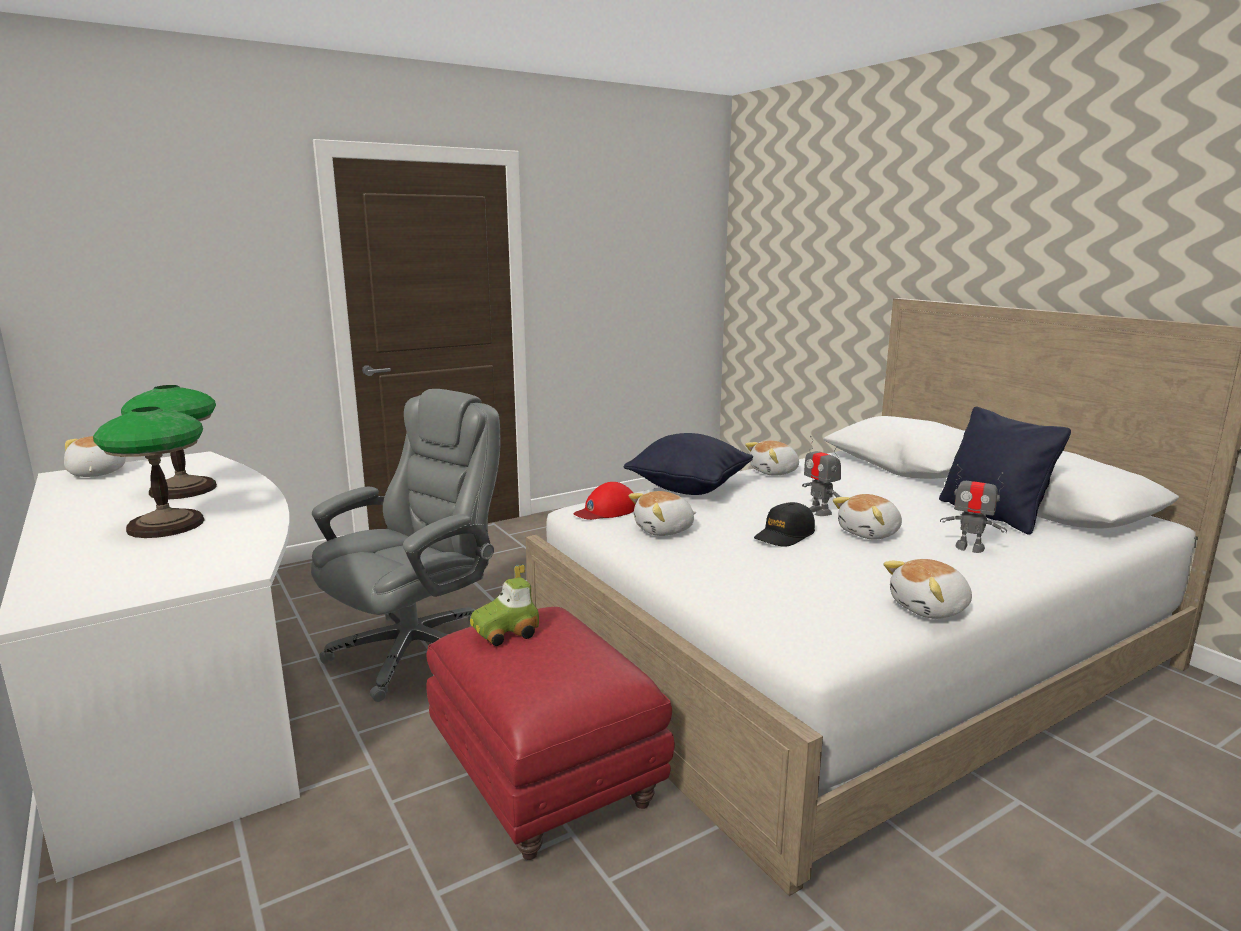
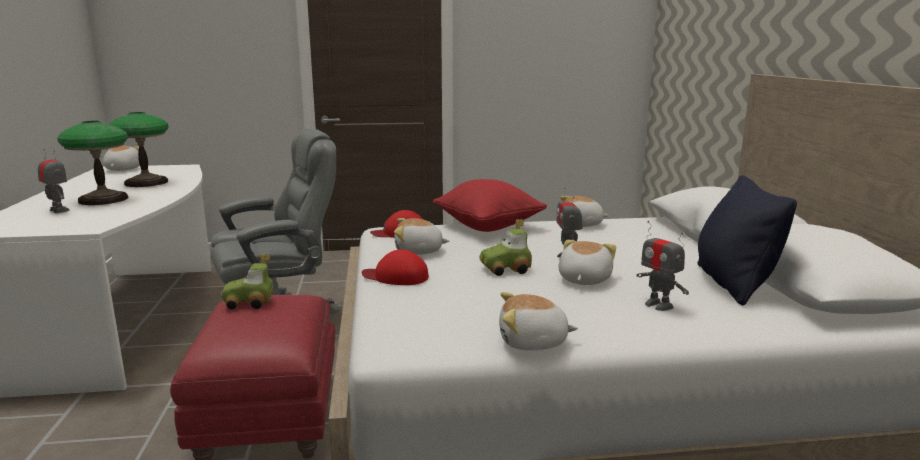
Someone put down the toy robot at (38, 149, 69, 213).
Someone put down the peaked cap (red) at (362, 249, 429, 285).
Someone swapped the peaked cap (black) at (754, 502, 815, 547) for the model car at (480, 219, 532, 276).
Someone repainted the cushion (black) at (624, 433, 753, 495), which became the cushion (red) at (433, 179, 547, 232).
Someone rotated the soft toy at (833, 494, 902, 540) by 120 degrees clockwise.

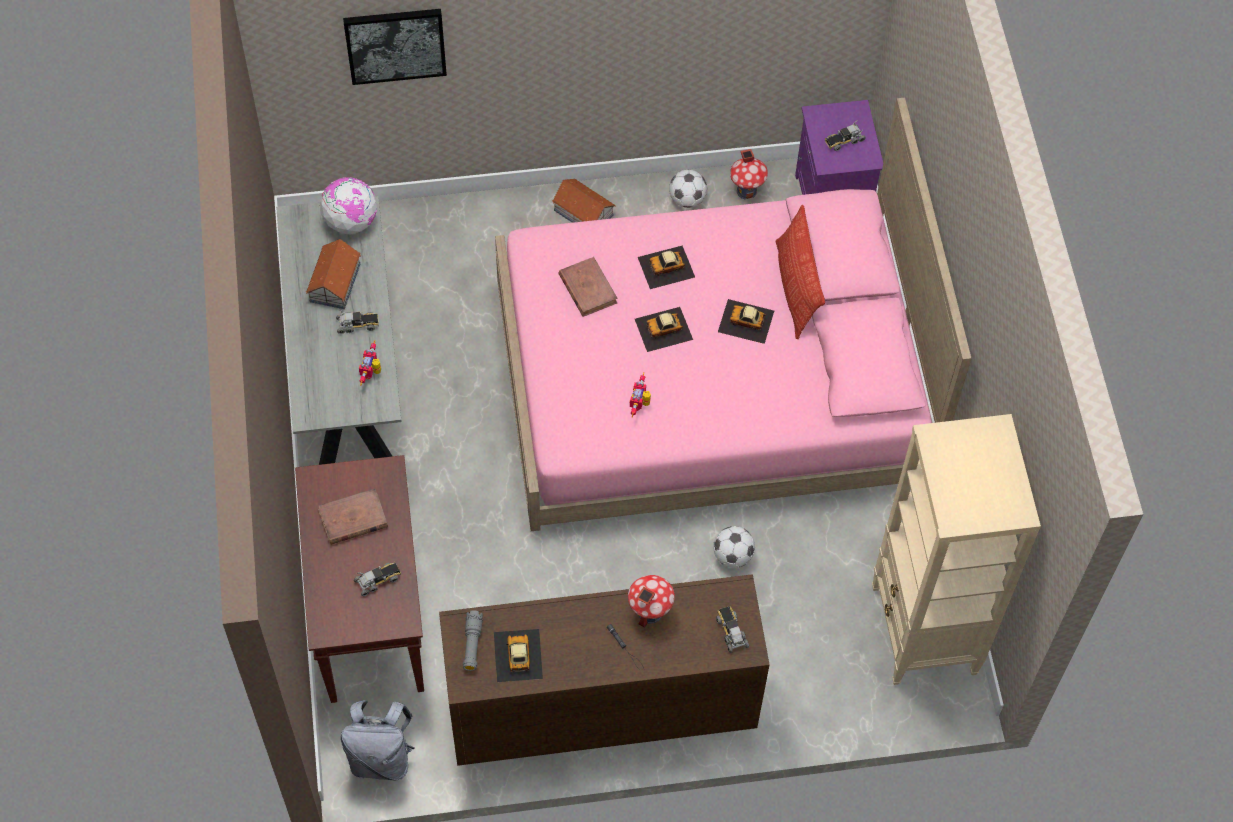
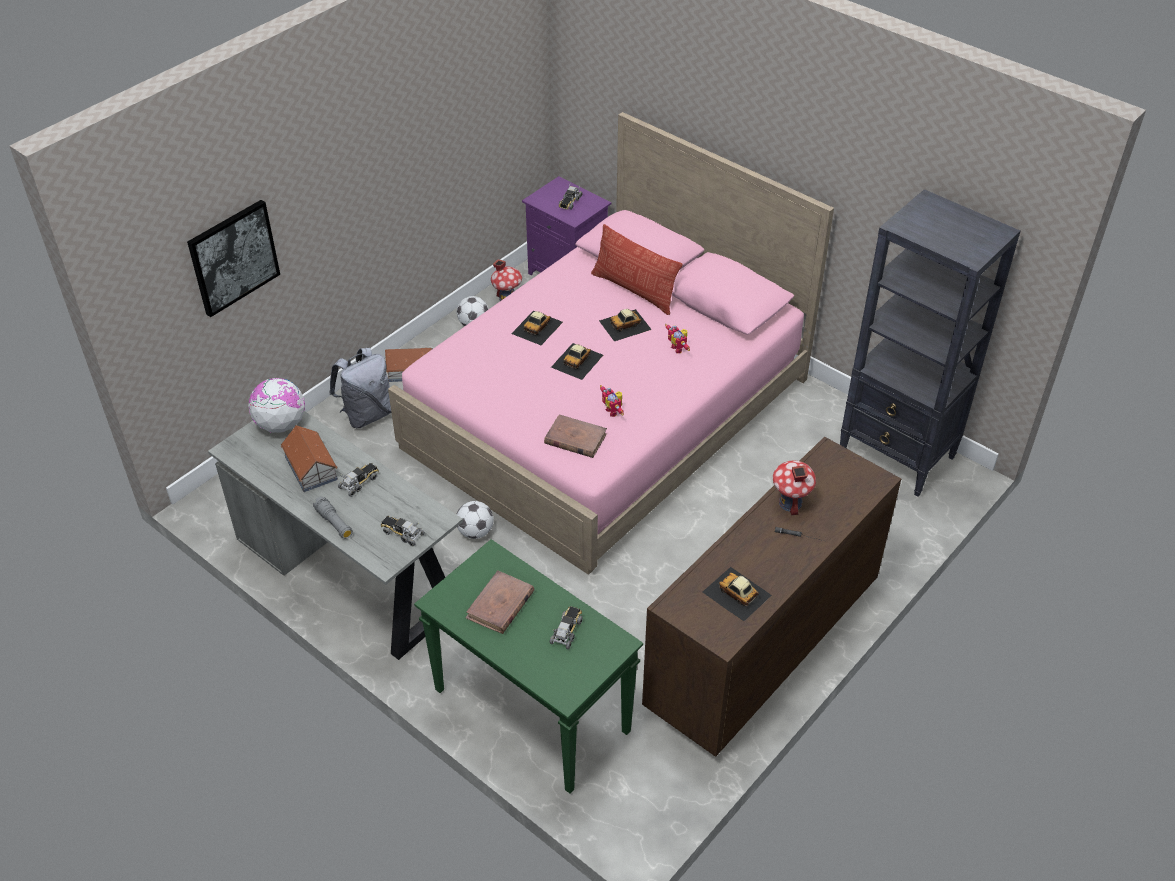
Someone carried the knapsack (greyish) from (341, 700, 415, 781) to (329, 348, 391, 428).
Someone carried the toy robot from (359, 340, 381, 386) to (665, 324, 690, 353).
Someone carried the torch (greyish) from (463, 610, 483, 671) to (313, 496, 353, 539).
Someone carried the bound book (brown) from (558, 257, 618, 317) to (544, 414, 607, 458).
Someone carried the ball for football from (713, 526, 755, 568) to (456, 501, 493, 539).
Someone carried the toy lorry from (716, 606, 749, 653) to (381, 515, 425, 546).
Someone repainted the hall table (brown) at (295, 455, 424, 703), which became the hall table (green) at (414, 539, 643, 794).
Someone repainted the shelving unit (beige) at (872, 414, 1041, 685), which became the shelving unit (black) at (840, 189, 1020, 497).

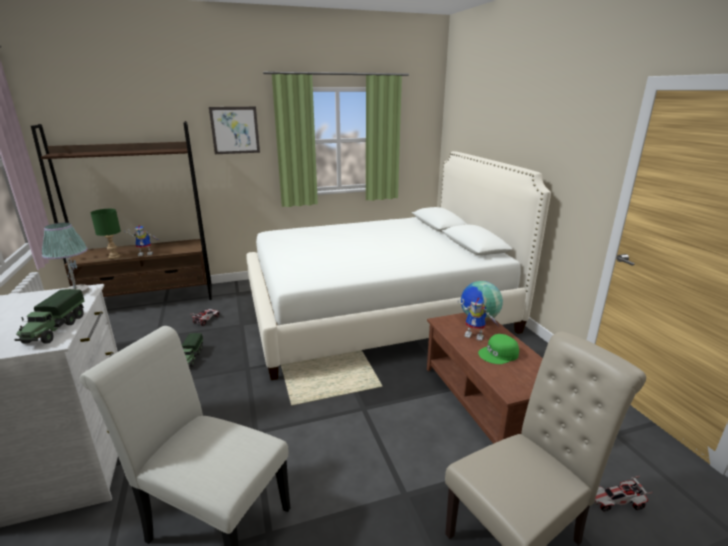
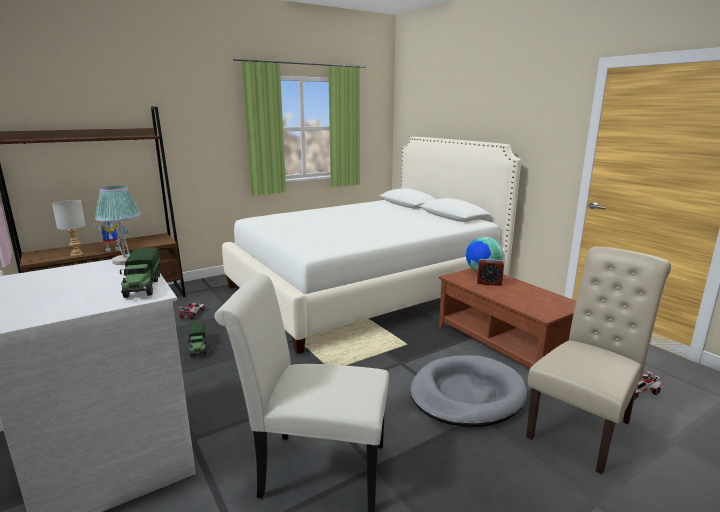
Someone took away the picture at (209, 107, 260, 154).
Someone took away the peaked cap (green) at (478, 334, 519, 364).
Someone put down the dog cushion (greyish) at (410, 355, 527, 427).
Someone swapped the toy robot at (457, 298, 499, 341) for the alarm clock at (477, 258, 504, 286).
Someone repainted the lamp for a table (green) at (91, 209, 121, 259), which became the lamp for a table (greyish) at (52, 200, 86, 257).

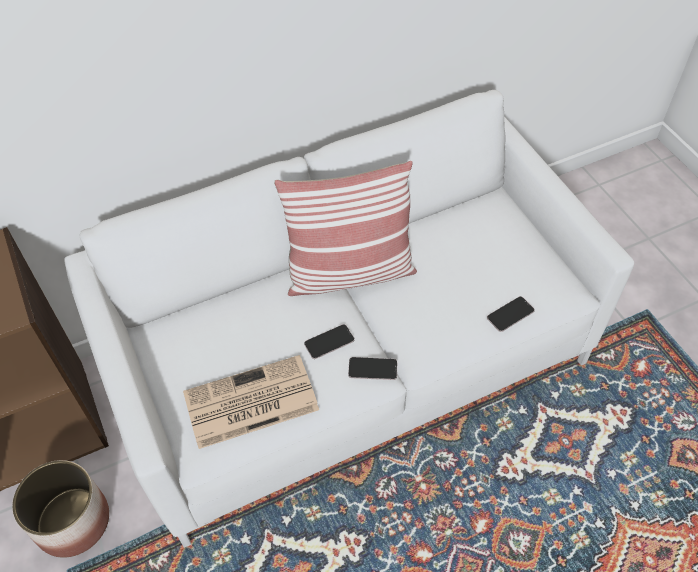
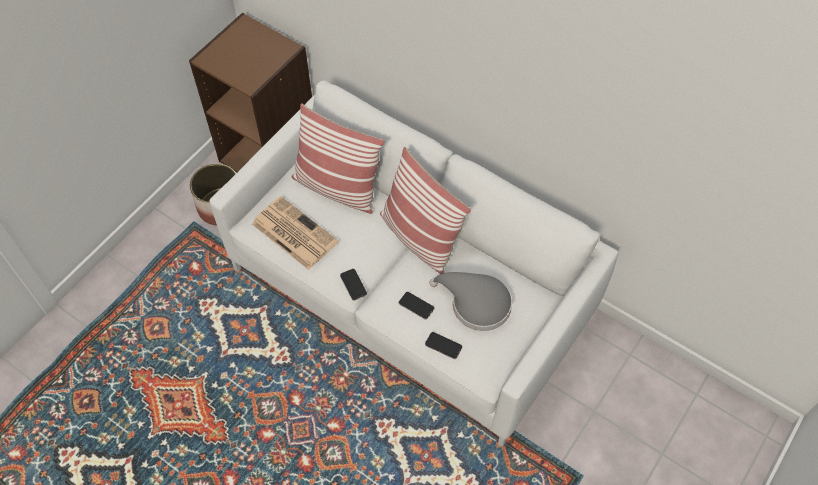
Someone put down the cushion at (292, 103, 384, 214).
Someone put down the hat (greyish) at (429, 272, 512, 331).
Someone carried the phone from (304, 324, 355, 359) to (399, 292, 435, 320).

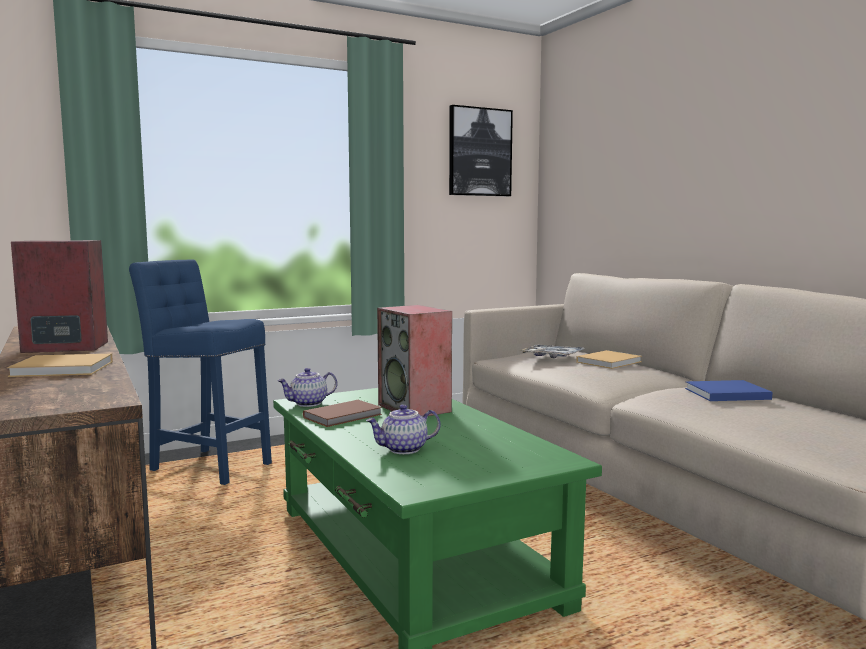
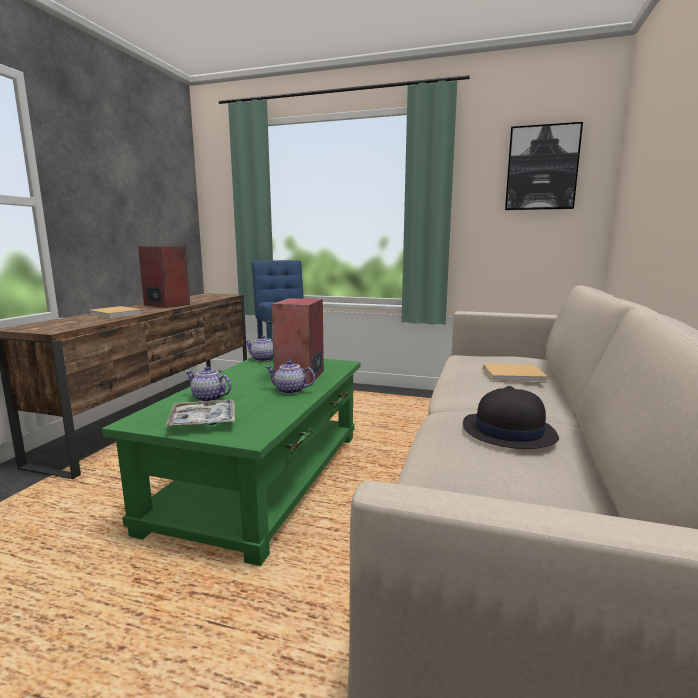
Someone took away the bound book (brown) at (303, 400, 382, 427).
Someone put down the pot for tea at (266, 360, 315, 394).
Someone carried the tray from (519, 345, 586, 359) to (166, 399, 235, 427).
Someone swapped the bound book (blue) at (685, 380, 773, 401) for the hat (black) at (463, 386, 559, 449).

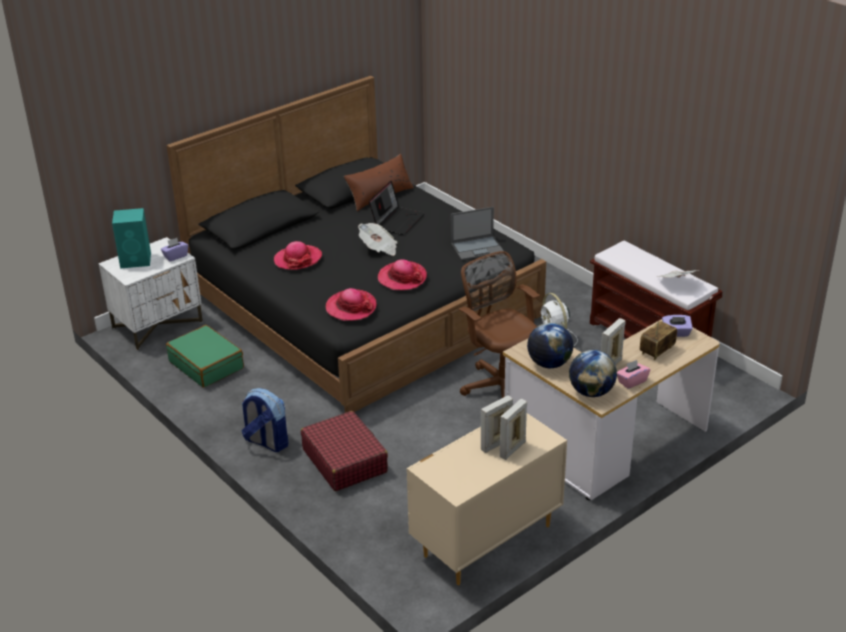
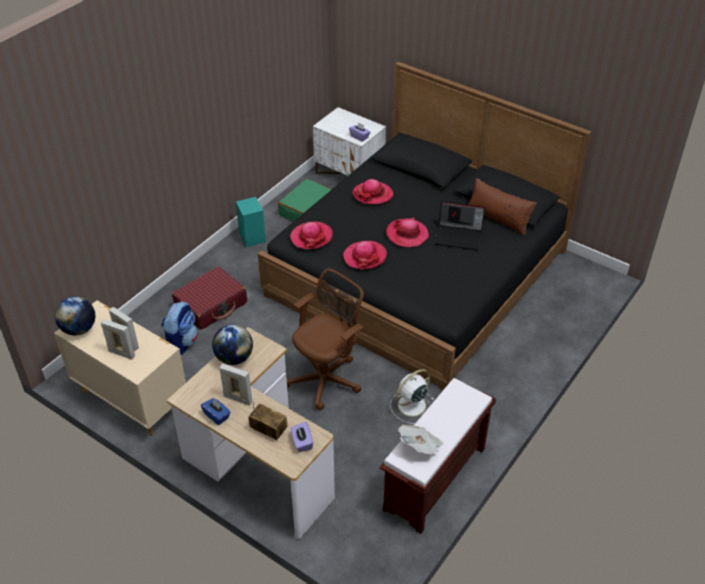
Someone took away the portable computer at (451, 207, 504, 260).
Someone carried the loudspeaker (turquoise-coloured) from (112, 208, 151, 269) to (236, 197, 266, 247).
Someone carried the knapsack from (241, 388, 288, 452) to (161, 301, 198, 355).
Someone carried the world globe from (569, 350, 617, 397) to (55, 297, 95, 336).
Someone swapped the daily paper at (358, 223, 397, 256) for the hat at (386, 218, 429, 247).
Someone repainted the tissue box (pink) at (617, 360, 650, 389), which became the tissue box (blue) at (201, 398, 231, 425).

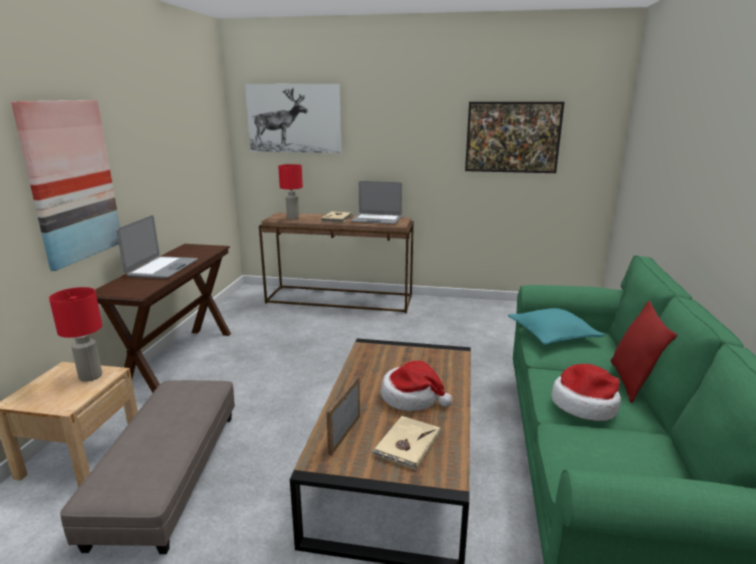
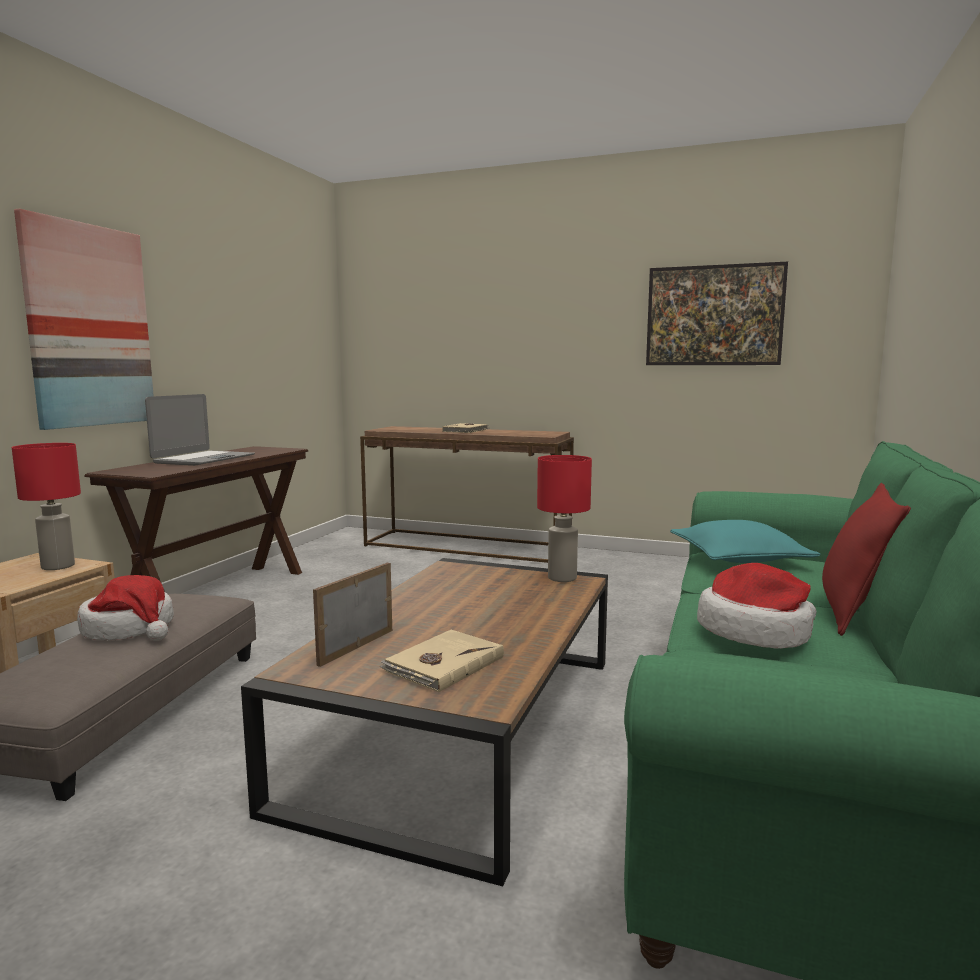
Someone took away the picture at (245, 84, 341, 153).
Someone took away the portable computer at (351, 181, 402, 224).
Someone carried the lamp for a table (red) from (278, 164, 303, 219) to (537, 455, 592, 582).
Someone carried the hat from (381, 361, 453, 411) to (77, 575, 174, 641).

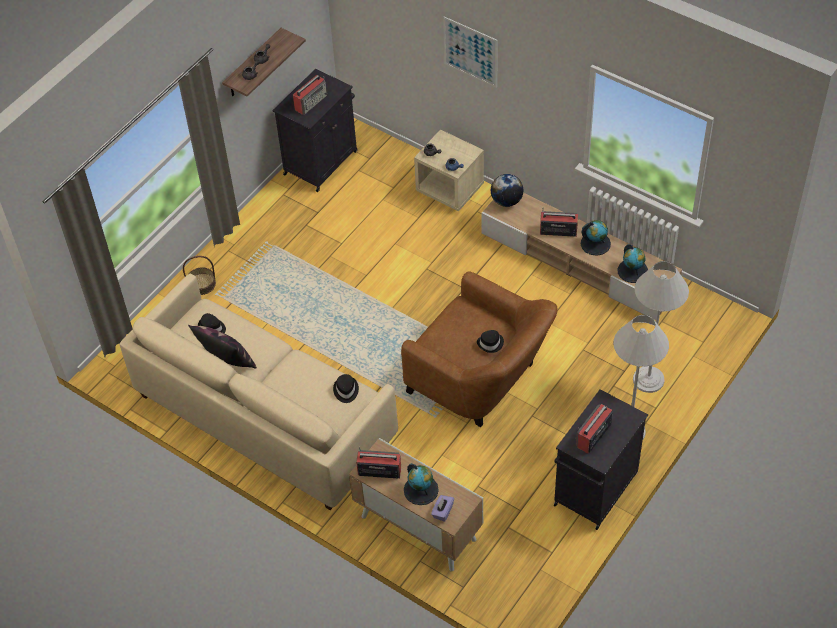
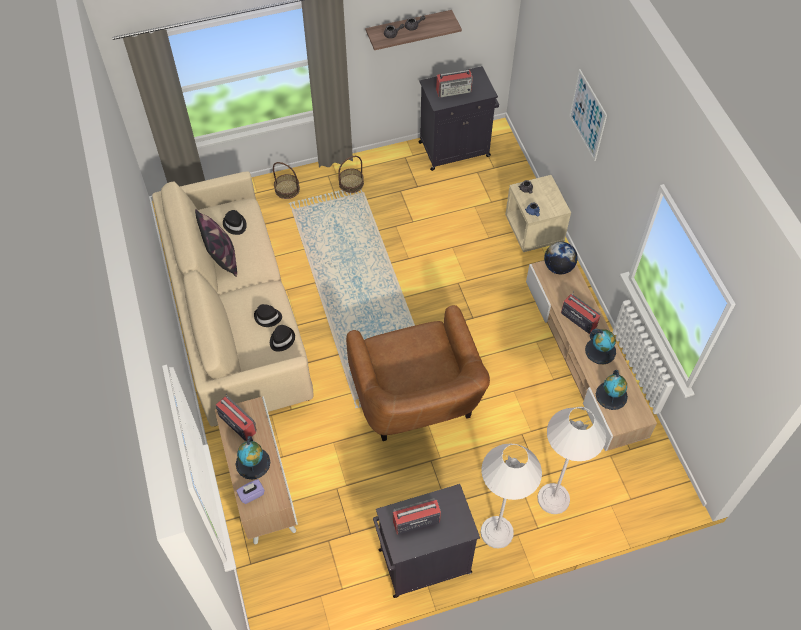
Someone put down the storage basket at (338, 156, 364, 193).
Someone carried the hat (black) from (477, 330, 504, 353) to (254, 304, 282, 327).

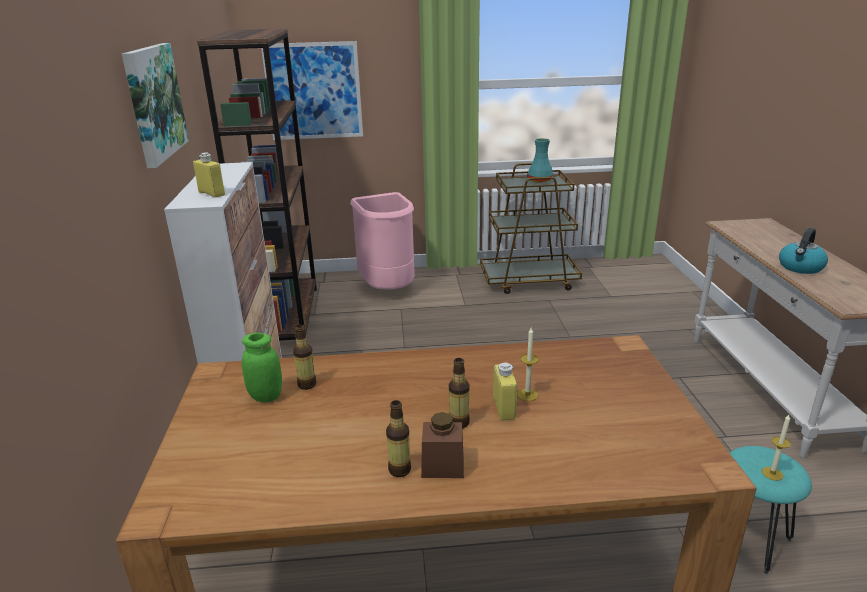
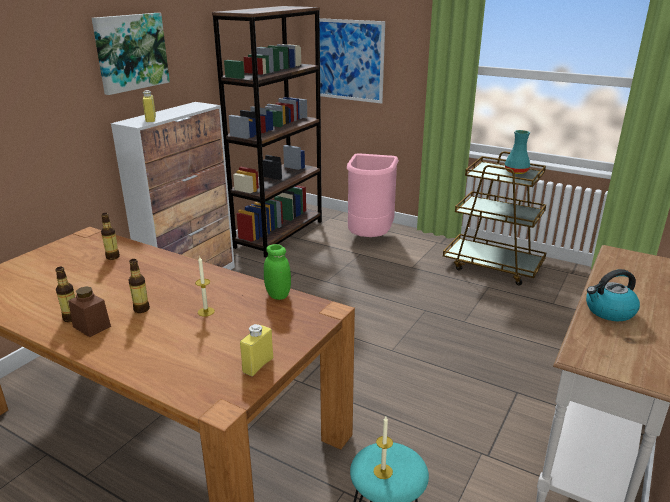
Someone carried the storage jar (green) from (242, 333, 282, 402) to (264, 244, 291, 300).
Someone carried the drink bottle (yellow-coloured) from (493, 362, 517, 421) to (240, 324, 273, 376).

